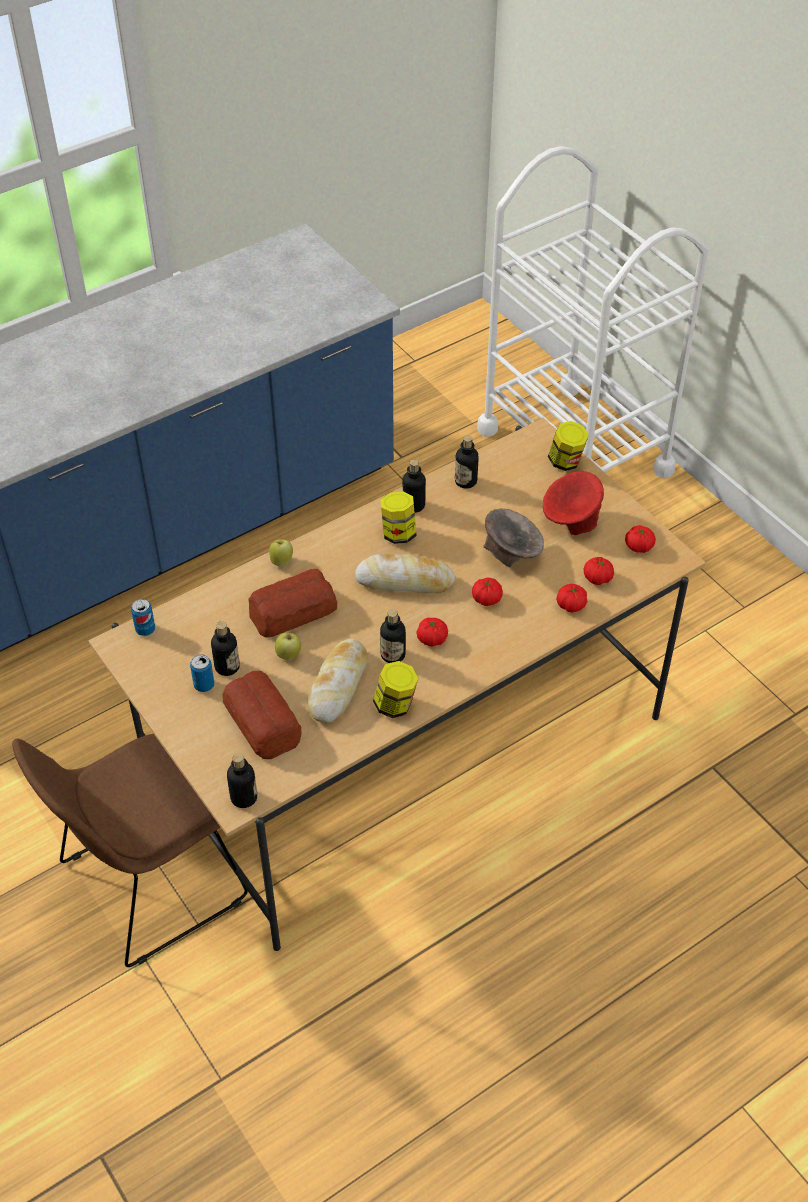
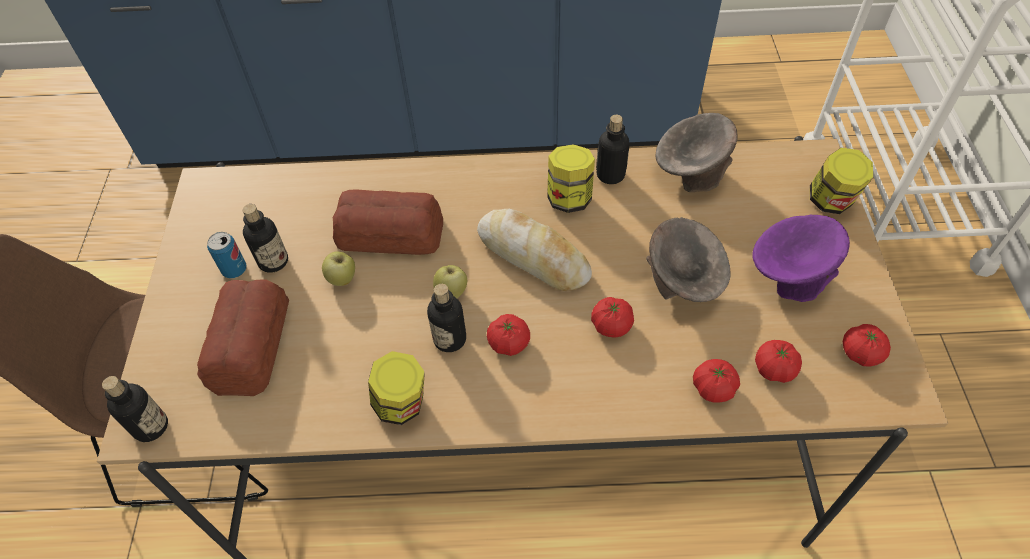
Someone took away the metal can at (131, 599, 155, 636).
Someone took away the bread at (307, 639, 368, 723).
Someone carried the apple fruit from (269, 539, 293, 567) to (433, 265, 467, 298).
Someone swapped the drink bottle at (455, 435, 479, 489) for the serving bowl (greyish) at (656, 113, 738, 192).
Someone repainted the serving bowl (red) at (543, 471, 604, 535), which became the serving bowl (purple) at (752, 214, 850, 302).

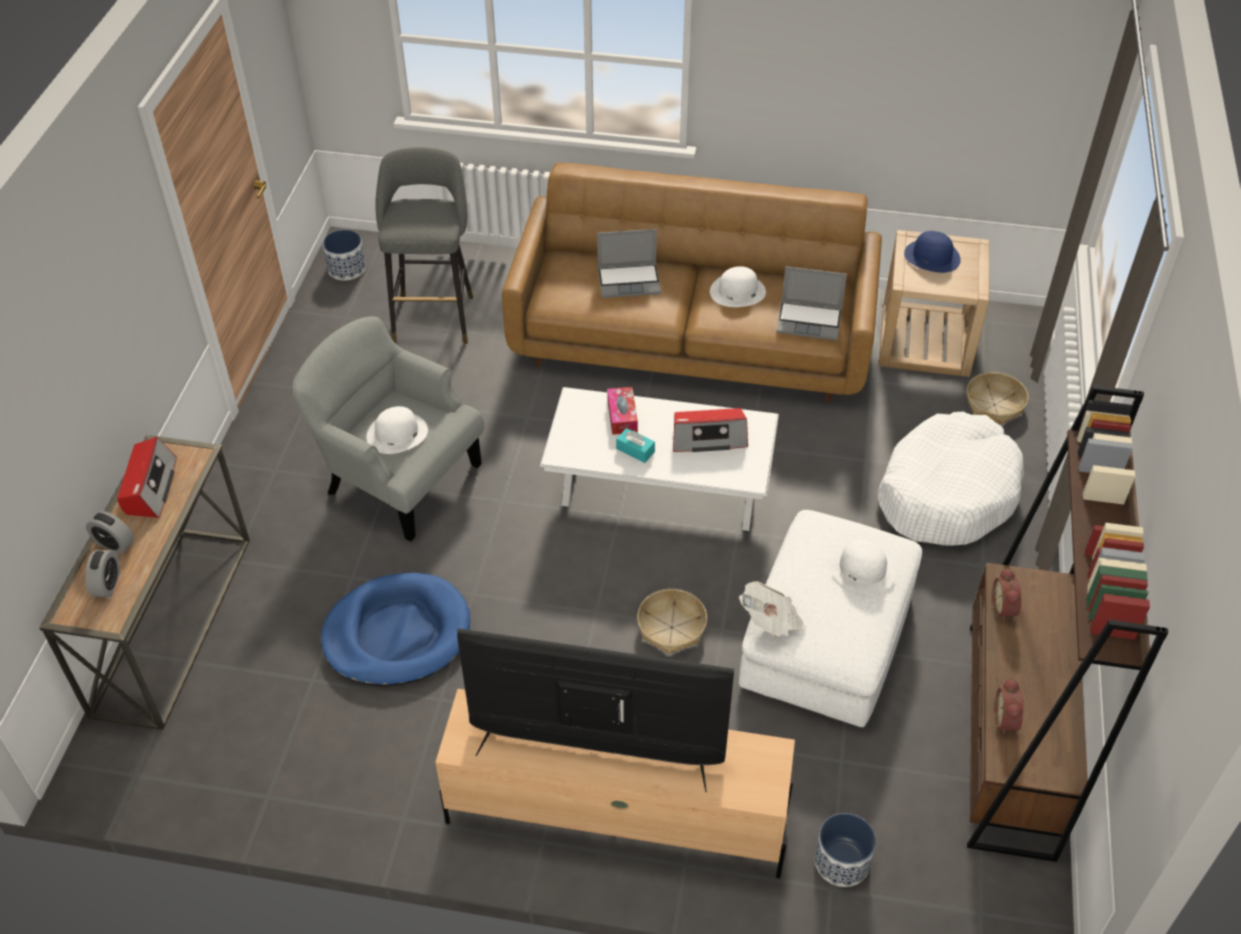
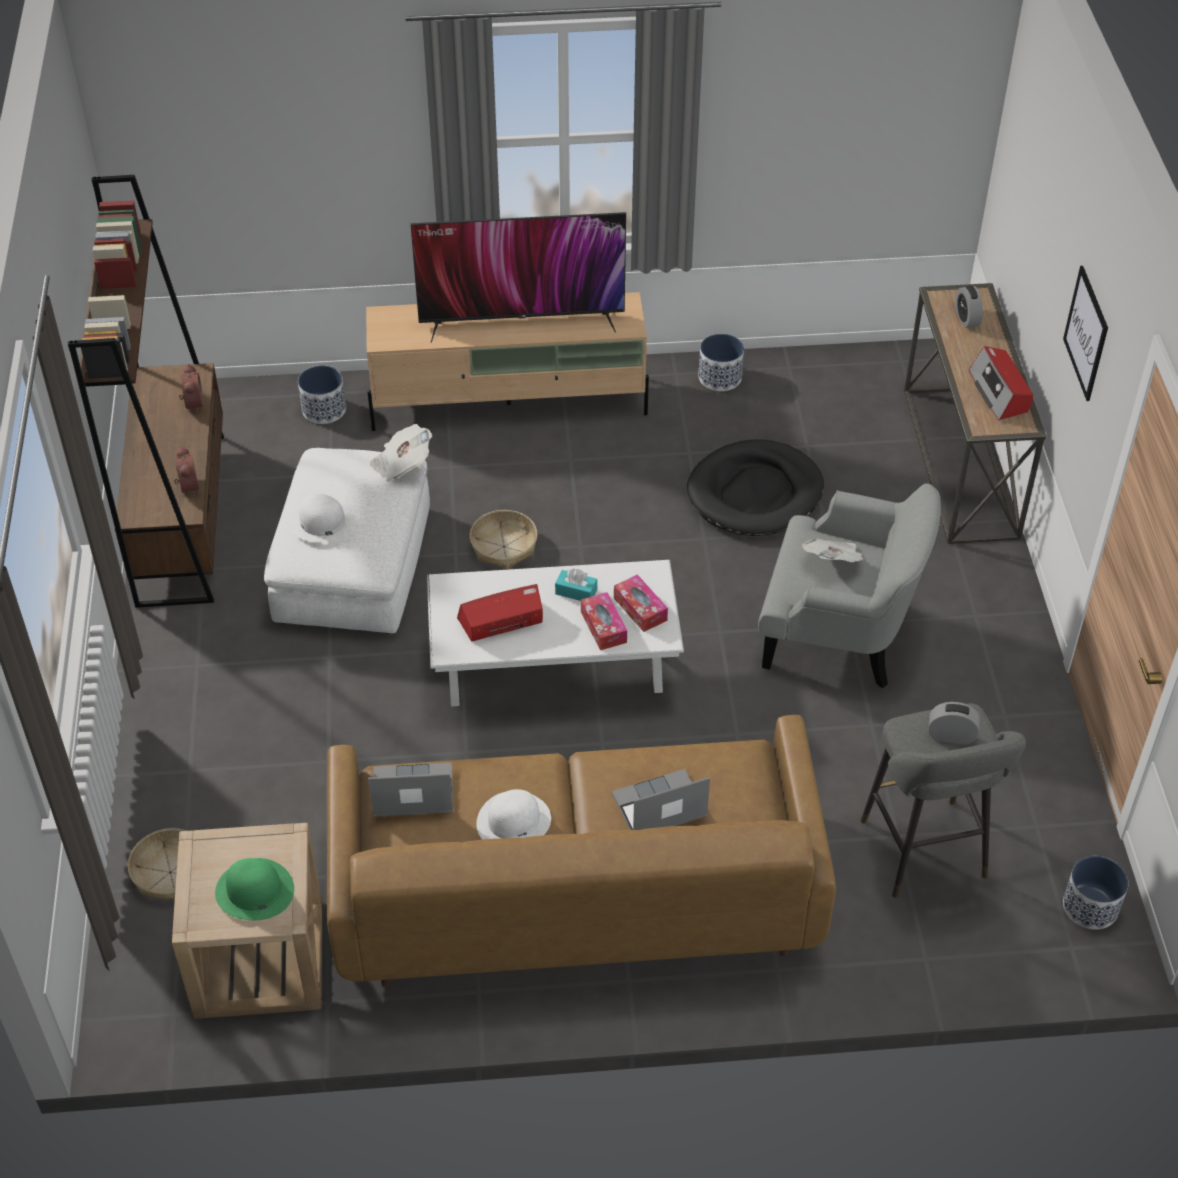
Someone took away the dog cushion (white) at (878, 412, 1024, 545).
Someone put down the tissue box at (614, 574, 668, 632).
Someone put down the plant pot at (699, 334, 744, 391).
Someone put up the picture at (1063, 266, 1108, 401).
Someone carried the alarm clock from (86, 511, 134, 554) to (929, 702, 980, 745).
Someone swapped the hat (white) at (366, 406, 428, 454) for the daily paper at (802, 538, 864, 562).
Someone repainted the dog cushion (blue) at (321, 573, 470, 687), which became the dog cushion (black) at (687, 439, 824, 536).
Someone repainted the hat (blue) at (904, 231, 961, 273), which became the hat (green) at (215, 858, 294, 920).

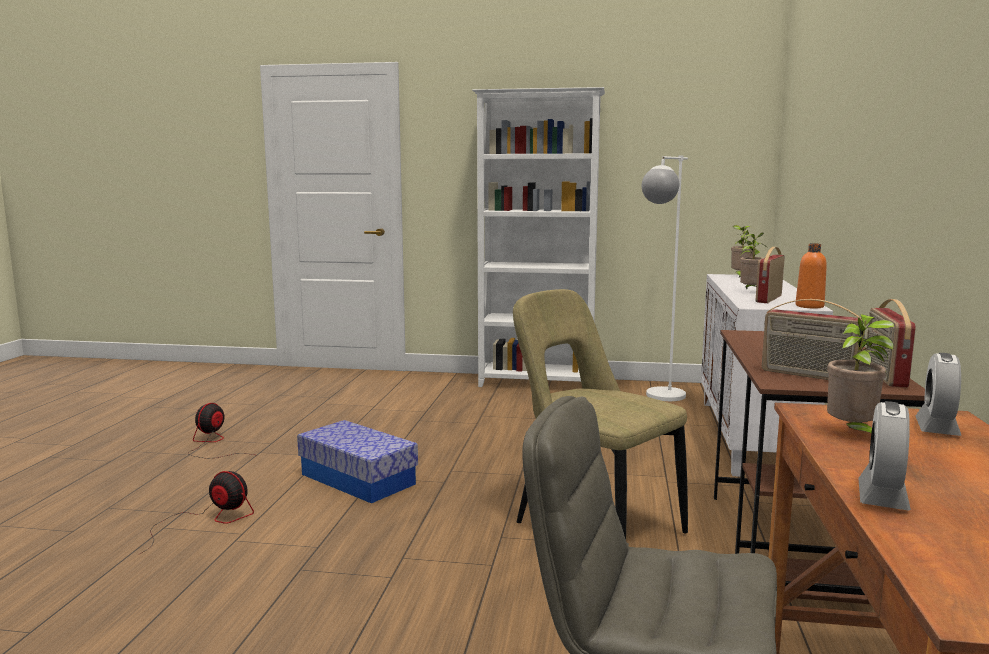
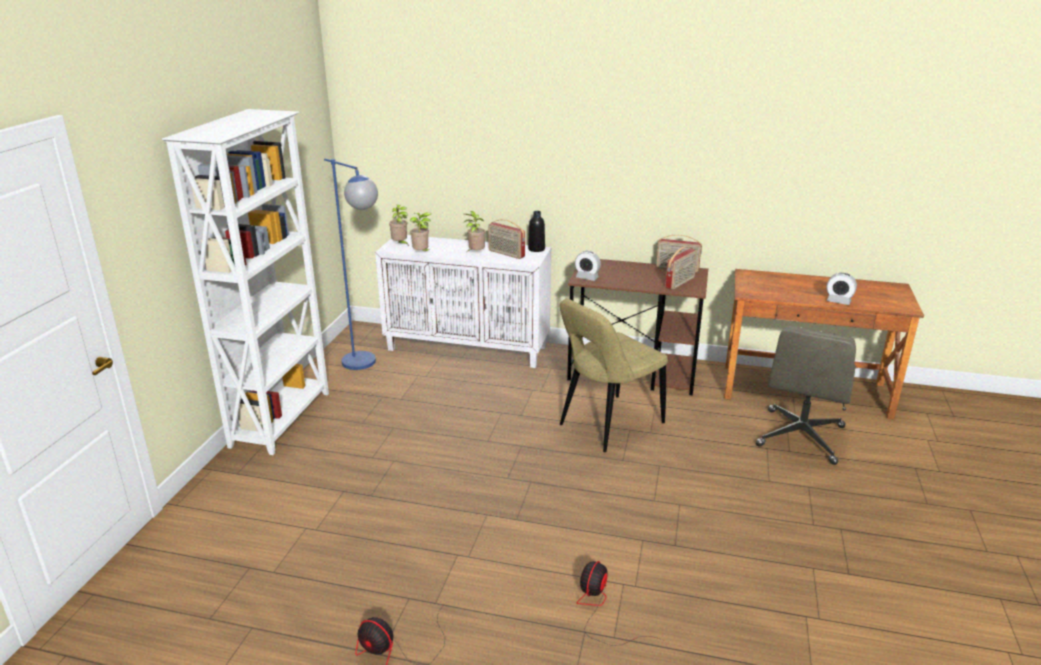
Someone took away the storage container at (297, 420, 418, 503).
Someone carried the potted plant from (827, 314, 894, 433) to (410, 212, 432, 251).
Someone carried the alarm clock from (916, 353, 961, 436) to (575, 250, 601, 281).
Someone repainted the standard lamp (white) at (642, 155, 688, 401), which became the standard lamp (blue) at (324, 158, 378, 370).
Someone repainted the drink bottle (orangey) at (796, 243, 827, 309), which became the drink bottle (black) at (528, 211, 545, 252).

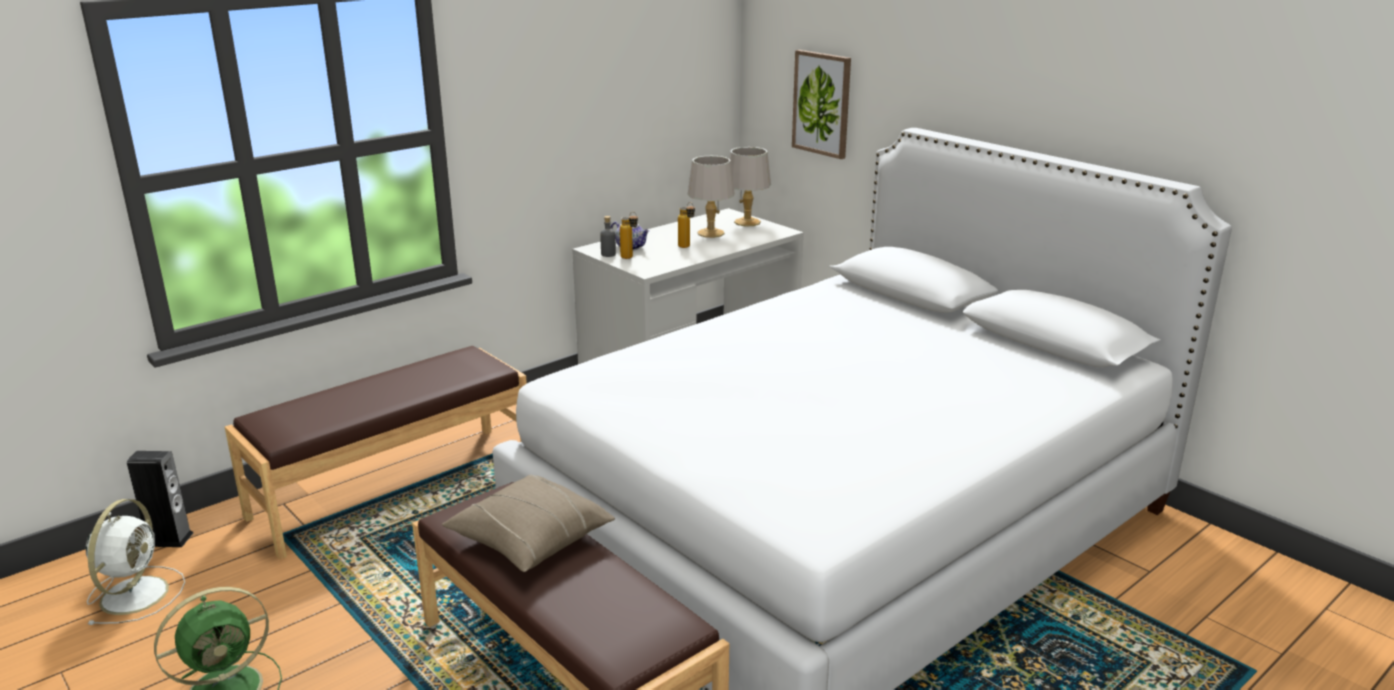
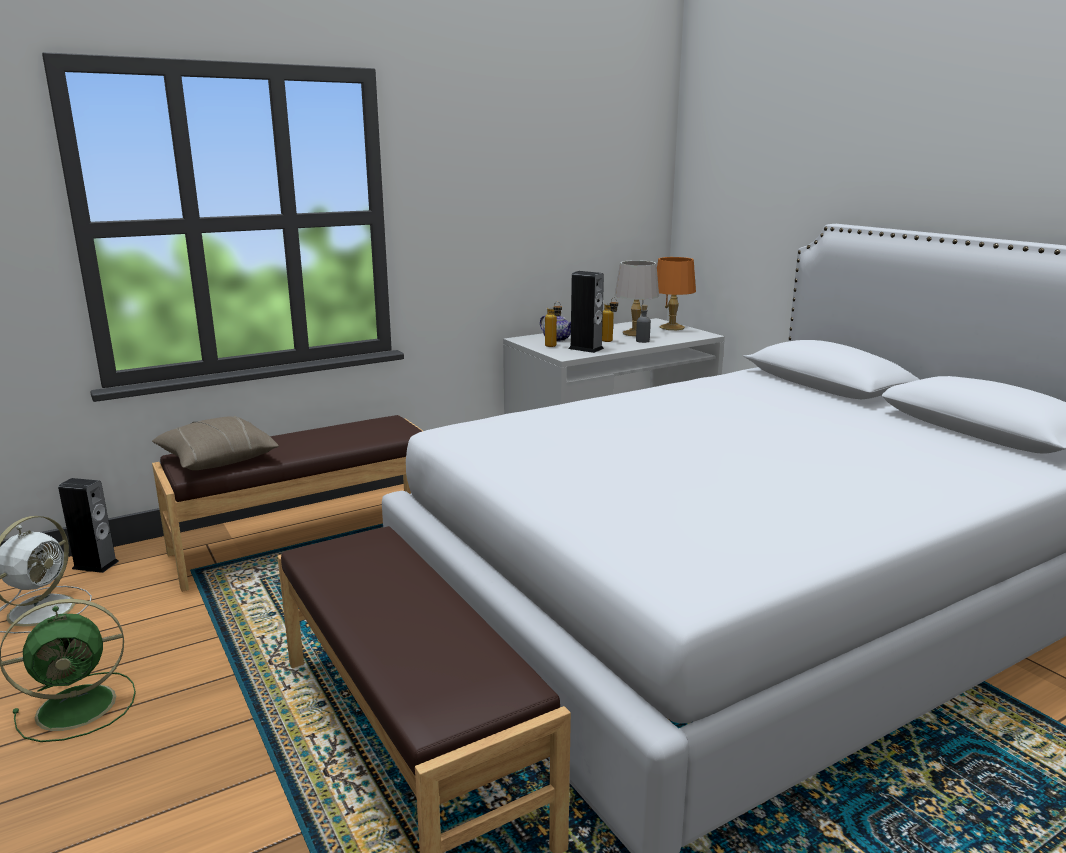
Someone took away the picture at (792, 50, 851, 159).
Someone put down the loudspeaker at (568, 271, 604, 353).
Someone carried the cushion (beige) from (442, 474, 615, 572) to (152, 416, 279, 470).
Someone carried the drink bottle (greyish) from (600, 216, 616, 257) to (636, 305, 651, 343).
Someone repainted the lamp for a table (greyish) at (729, 147, 771, 226), which became the lamp for a table (orangey) at (657, 257, 696, 330).

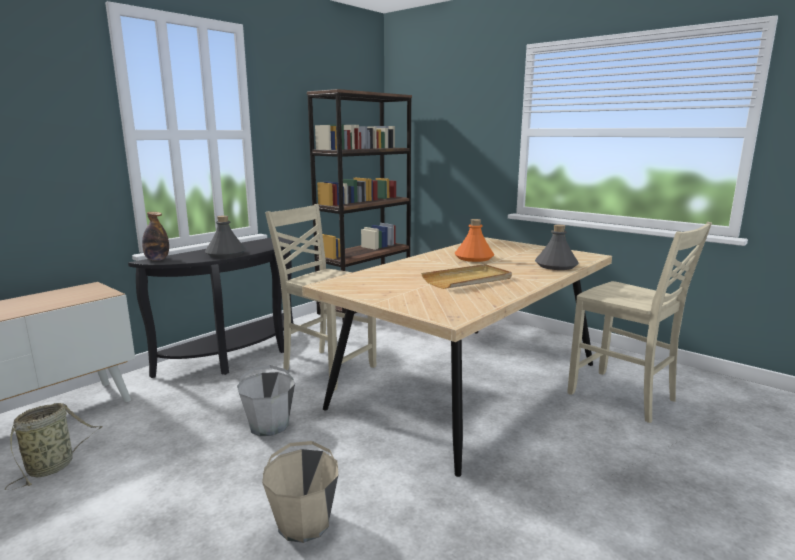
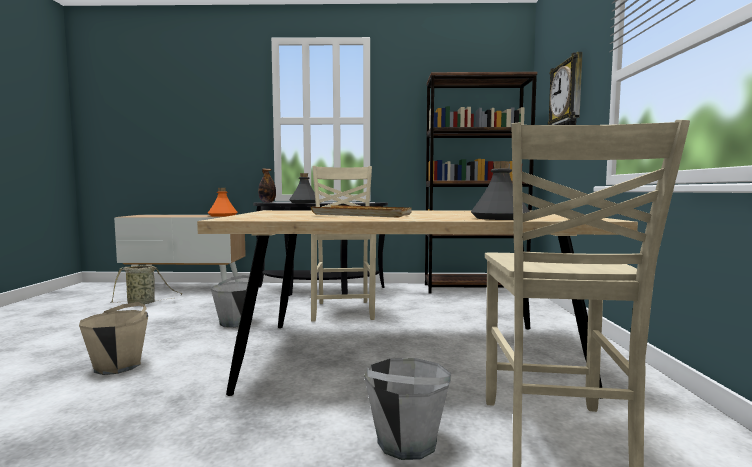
Someone put down the bucket (greyish) at (364, 358, 451, 460).
Someone put up the clock on the wall at (548, 52, 583, 125).
Someone carried the drink bottle (orangey) from (455, 219, 494, 262) to (208, 188, 238, 217).

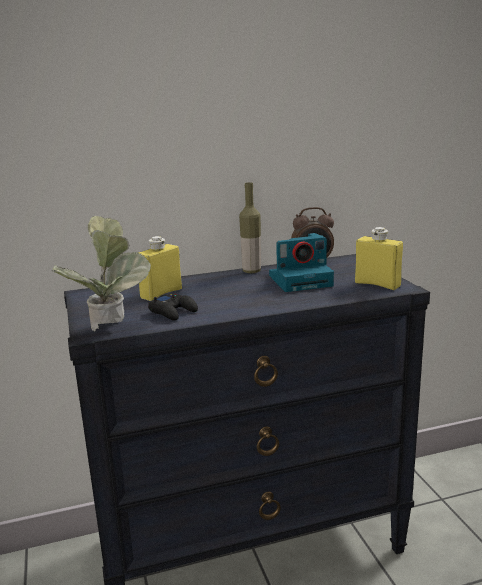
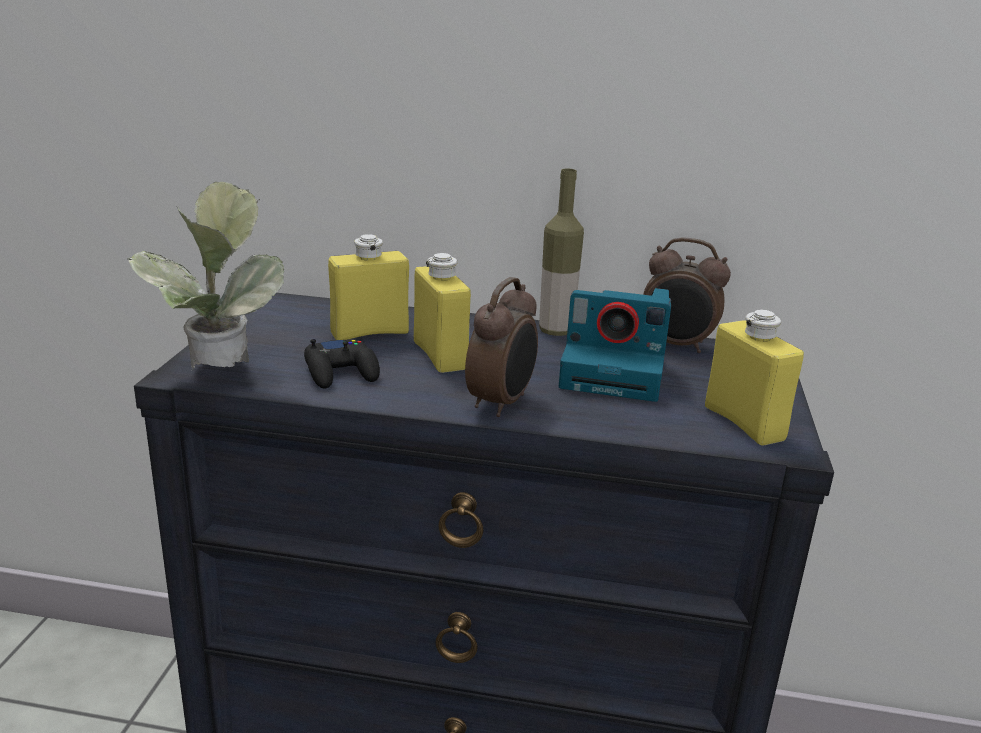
Someone put down the drink bottle (yellow-coloured) at (414, 253, 471, 373).
Someone put down the alarm clock at (465, 277, 538, 417).

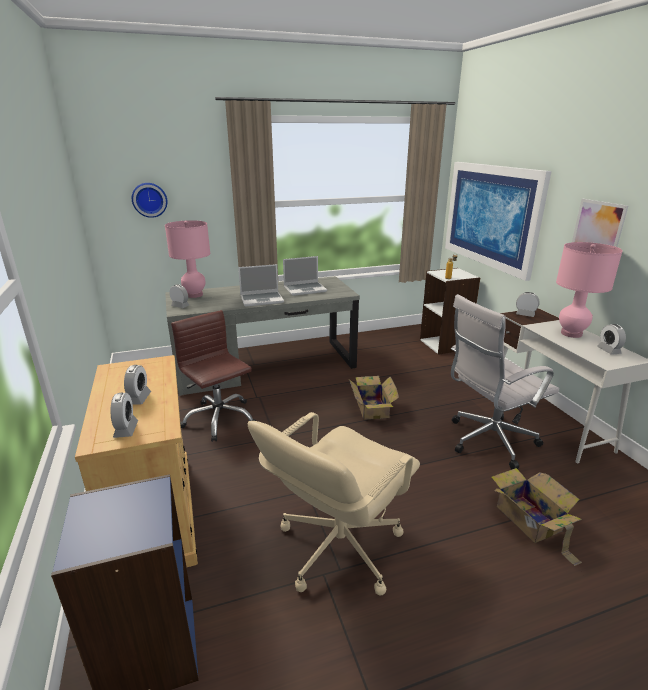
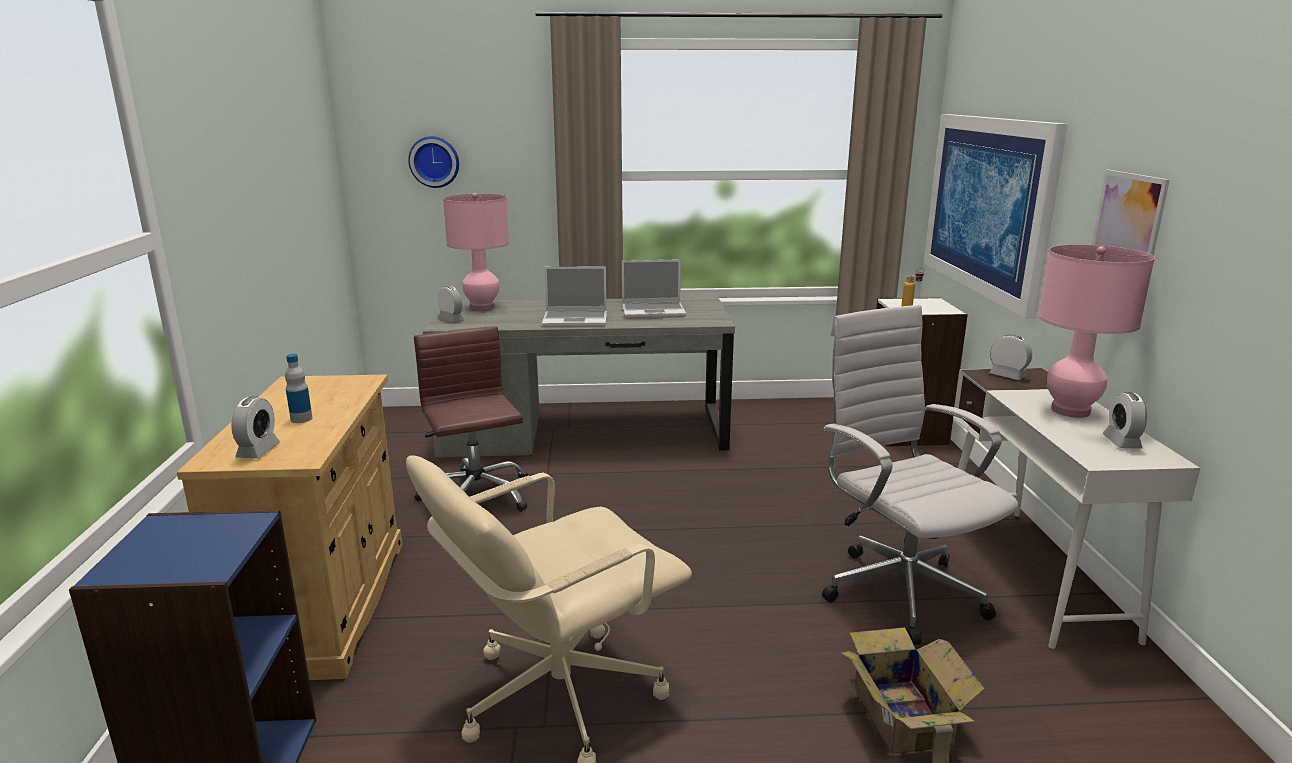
Someone took away the packing box at (349, 376, 399, 420).
Someone swapped the alarm clock at (124, 365, 151, 405) for the drink bottle at (285, 354, 312, 423).
Someone rotated the desk chair (white) at (451, 294, 559, 469) by 75 degrees clockwise.

